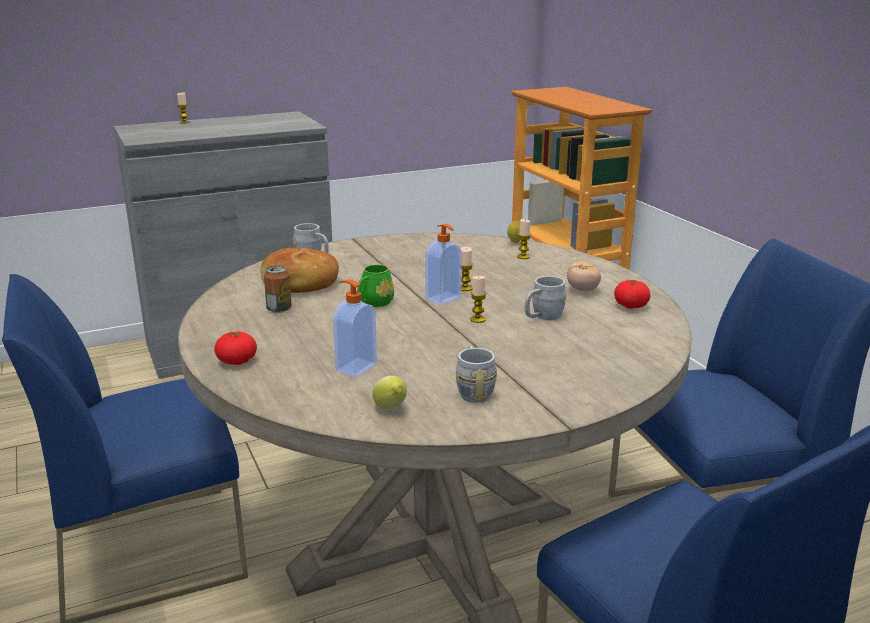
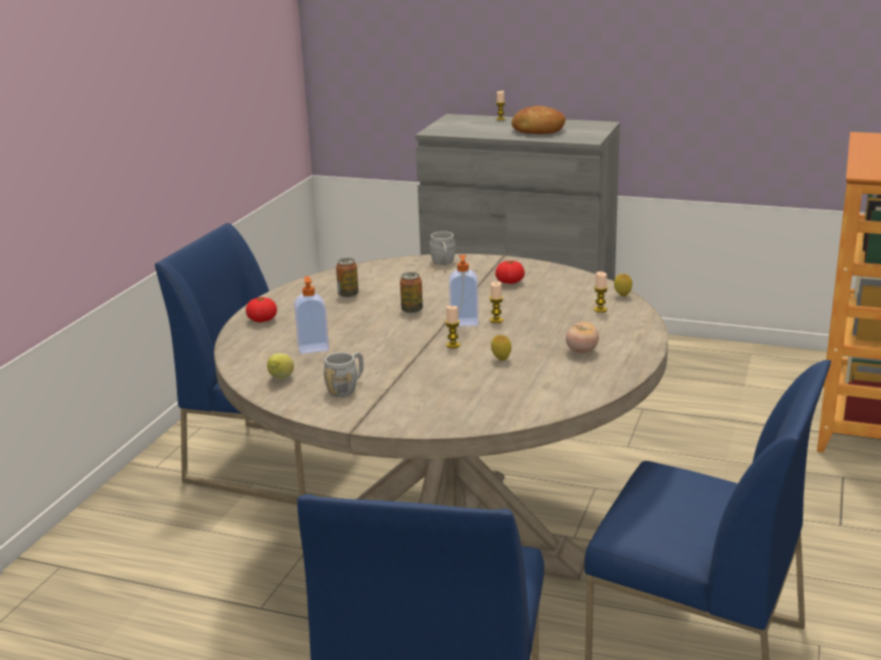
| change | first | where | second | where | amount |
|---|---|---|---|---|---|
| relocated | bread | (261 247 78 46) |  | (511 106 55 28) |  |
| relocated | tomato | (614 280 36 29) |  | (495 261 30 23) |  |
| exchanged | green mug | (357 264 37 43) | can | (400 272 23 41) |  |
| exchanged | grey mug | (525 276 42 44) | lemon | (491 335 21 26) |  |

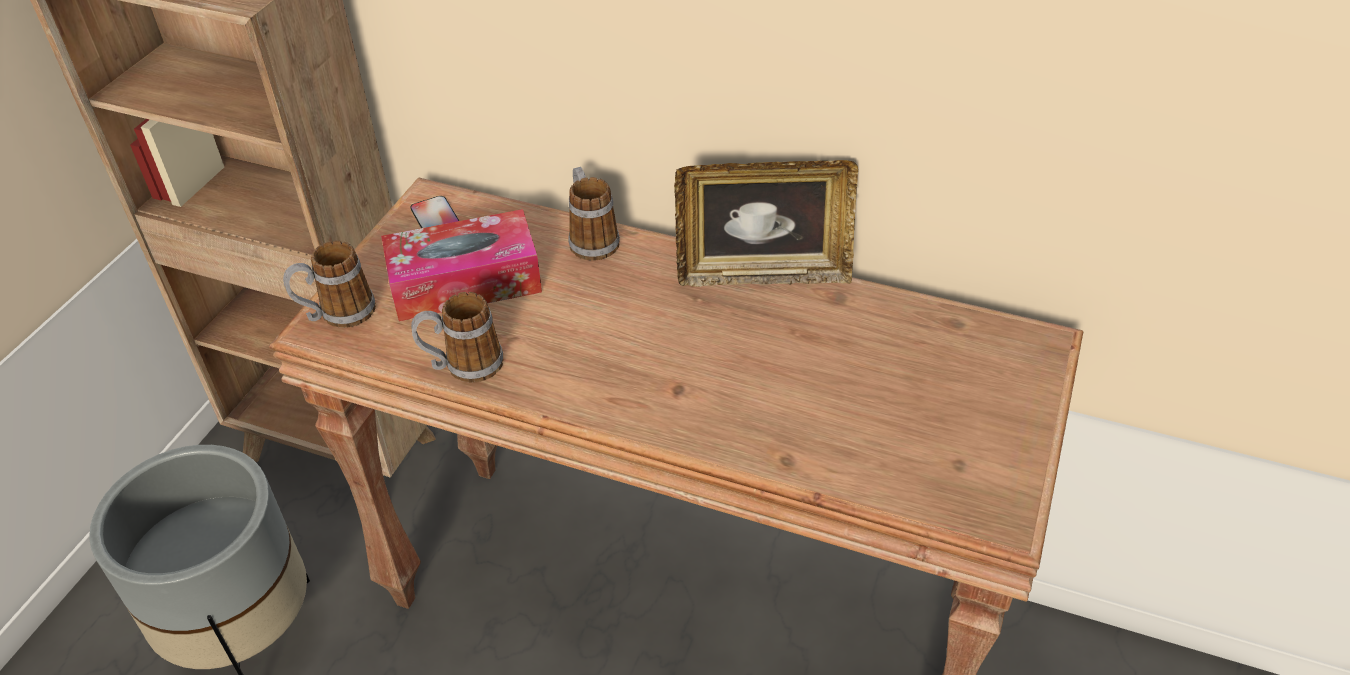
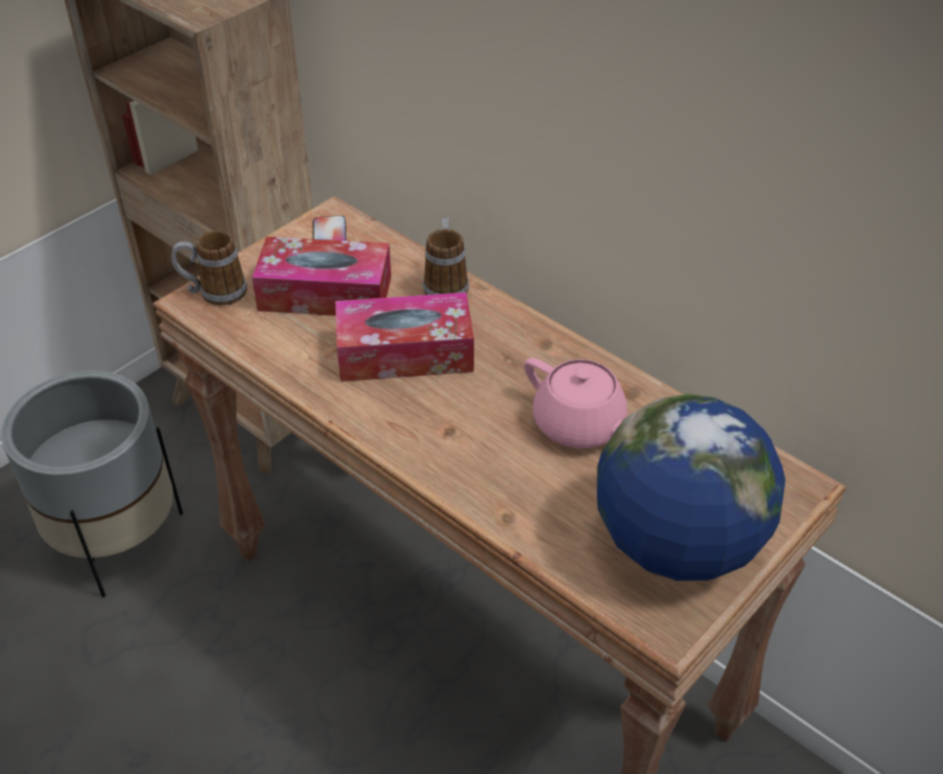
| change | first | where | second | where | amount |
|---|---|---|---|---|---|
| missing | mug | (411 292 92 90) |  |  |  |
| missing | picture frame | (674 160 184 127) |  |  |  |
| appeared |  |  | tissue box | (335 292 139 90) |  |
| appeared |  |  | pink teapot | (524 358 103 90) |  |
| appeared |  |  | globe | (597 394 188 187) |  |

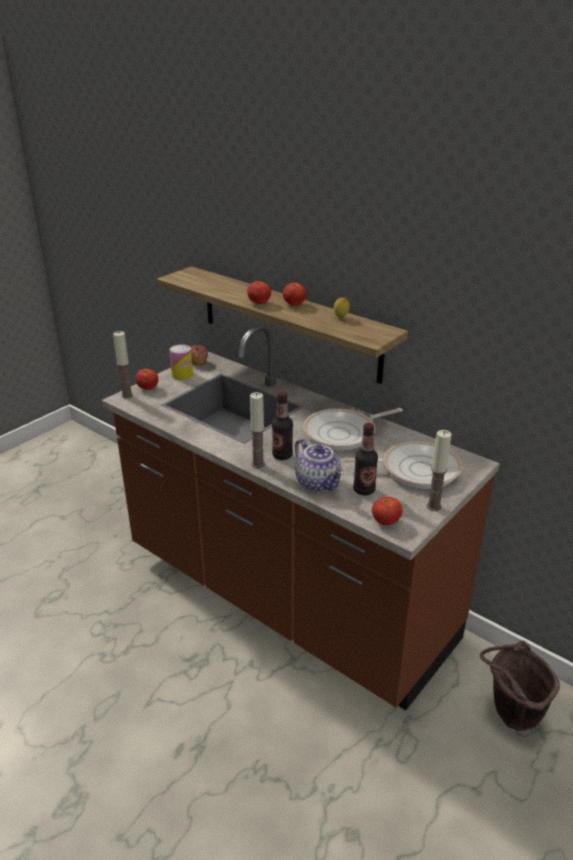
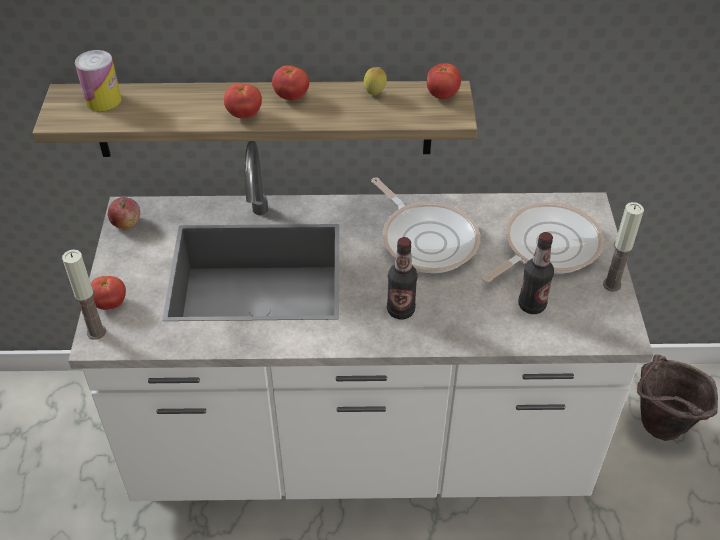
| change | first | where | second | where | amount |
|---|---|---|---|---|---|
| missing | candle | (250 392 15 76) |  |  |  |
| missing | teapot | (295 439 49 53) |  |  |  |
| relocated | can | (169 344 24 36) |  | (75 50 46 62) |  |
| relocated | tomato | (372 497 31 28) |  | (427 63 34 36) |  |
| colour | brown counter | (102 325 398 385) | white counter | (68 141 585 360) |  |
| spun | frying pan | (303 408 100 43) |  | (371 177 109 96) | 60 degrees counterclockwise |

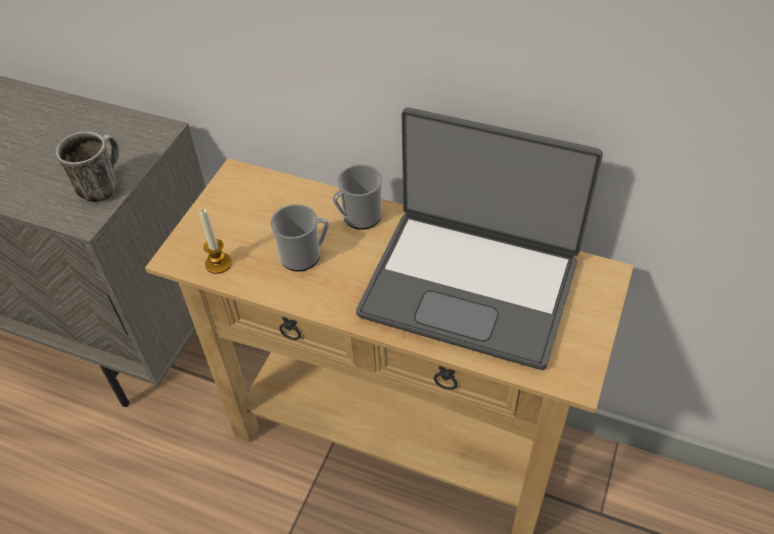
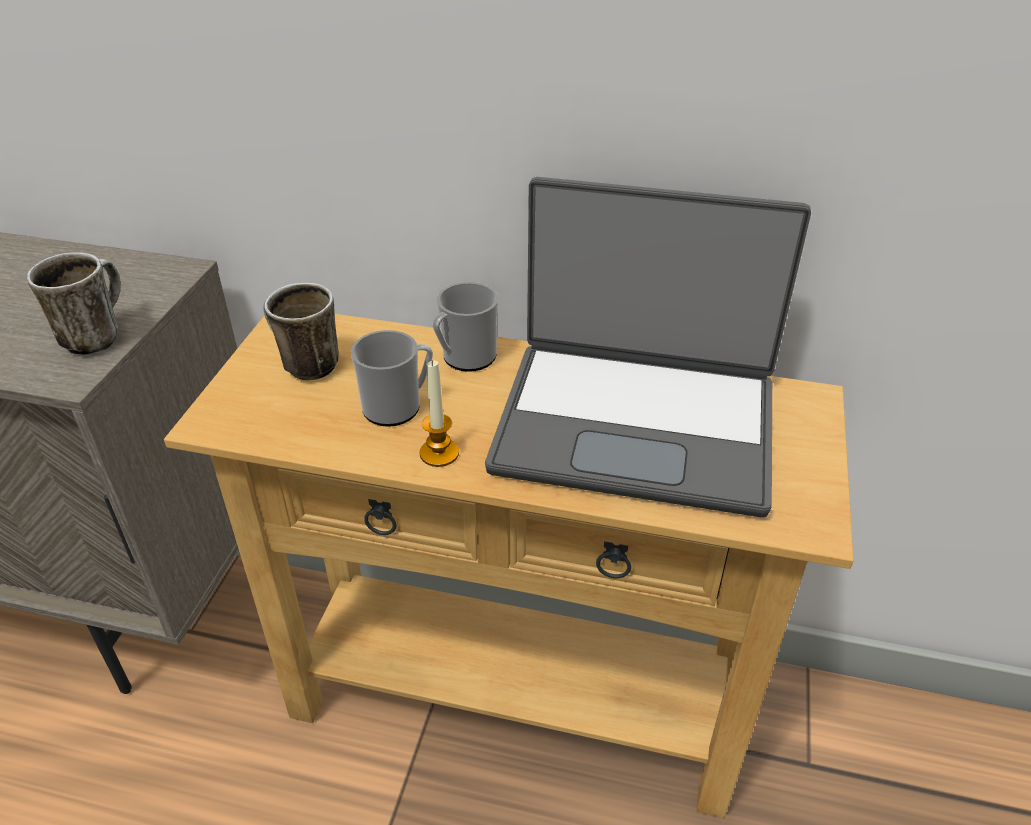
| change | first | where | second | where | amount |
|---|---|---|---|---|---|
| appeared |  |  | mug | (263 282 76 98) |  |
| relocated | candle | (199 209 33 65) |  | (420 360 39 107) |  |

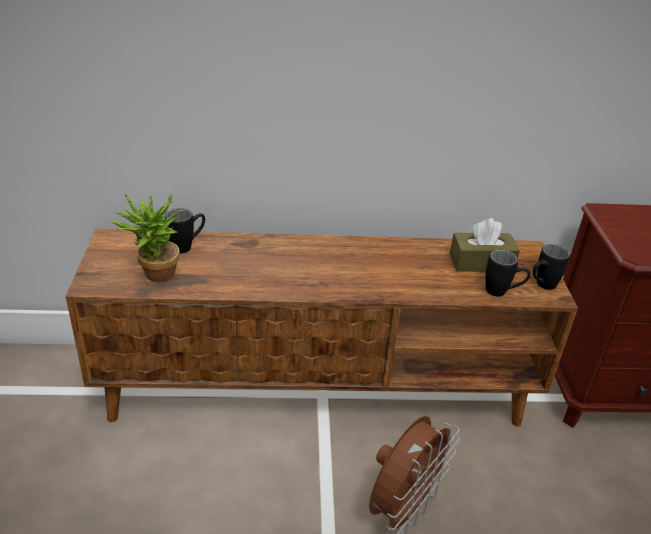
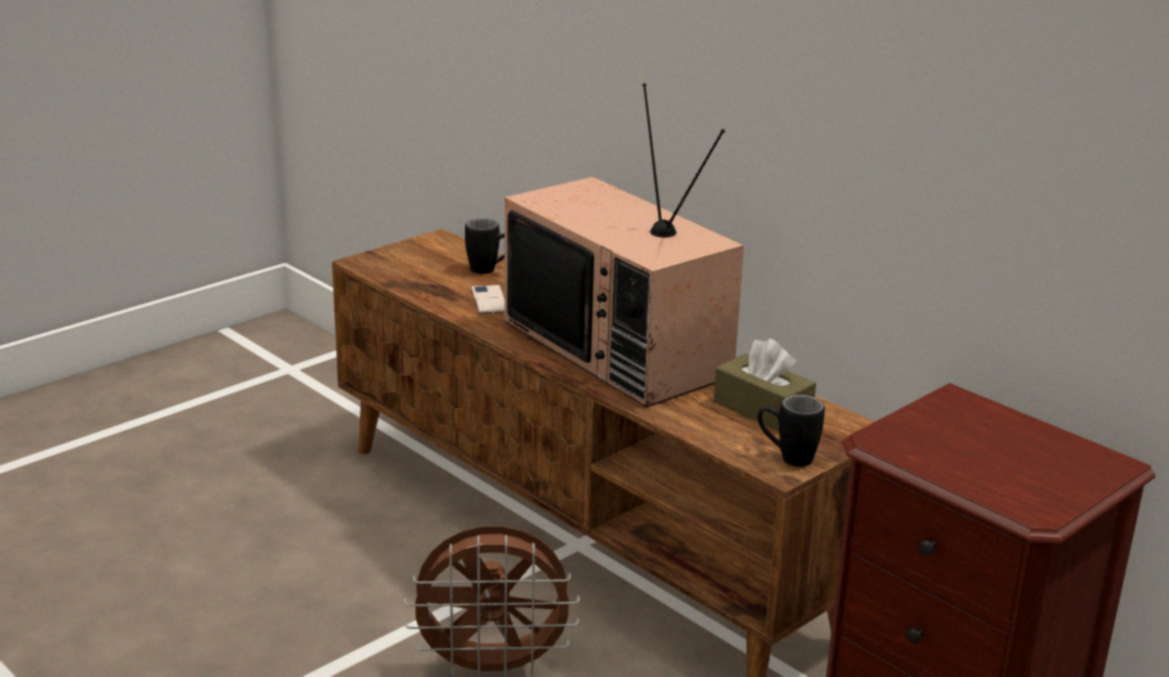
| change | first | where | second | where | amount |
|---|---|---|---|---|---|
| missing | potted plant | (111 193 72 89) |  |  |  |
| missing | black mug | (486 250 45 47) |  |  |  |
| appeared |  |  | phone | (471 285 33 29) |  |
| appeared |  |  | television | (504 83 240 325) |  |

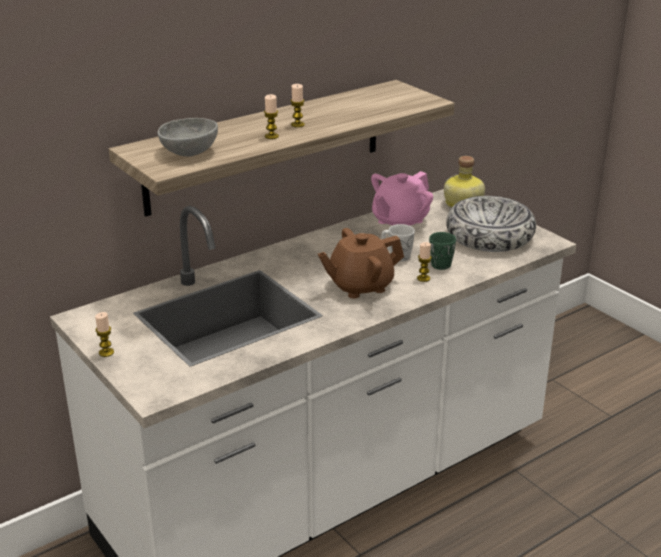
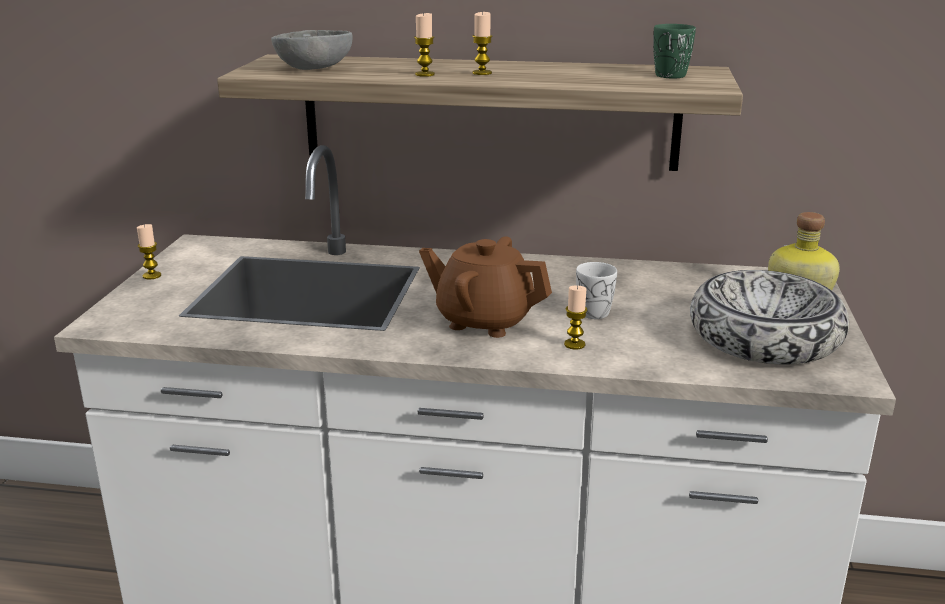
| change | first | where | second | where | amount |
|---|---|---|---|---|---|
| missing | pink teapot | (371 171 62 55) |  |  |  |
| relocated | green mug | (429 232 27 38) |  | (653 24 43 54) |  |

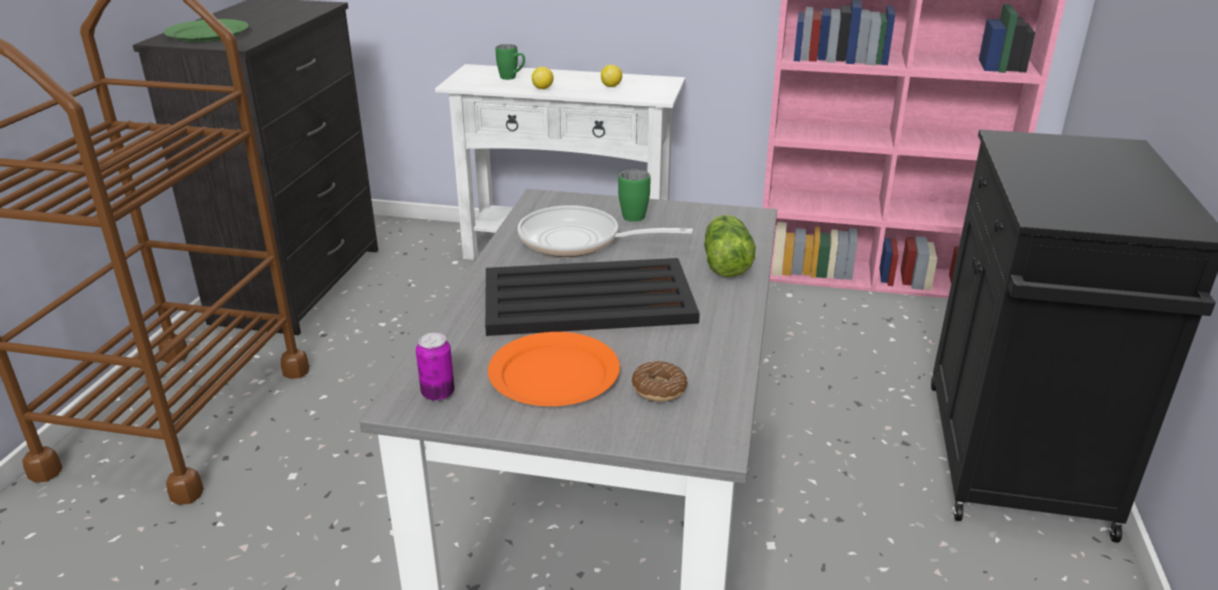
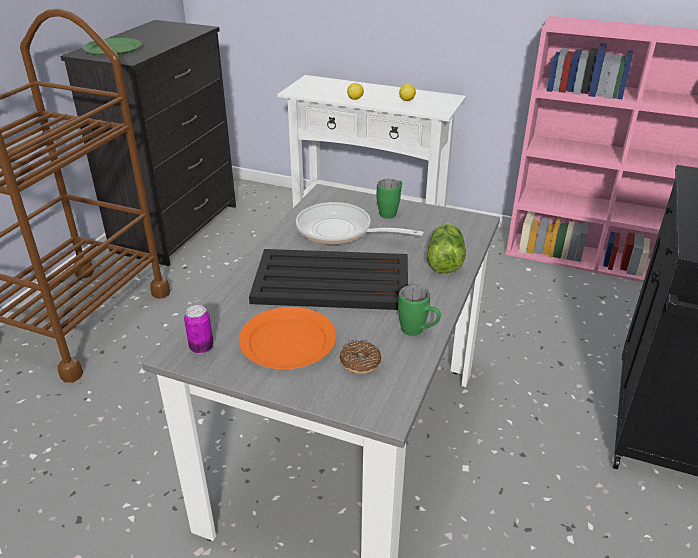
| change | first | where | second | where | amount |
|---|---|---|---|---|---|
| relocated | green mug | (496 44 29 36) |  | (398 285 43 51) |  |

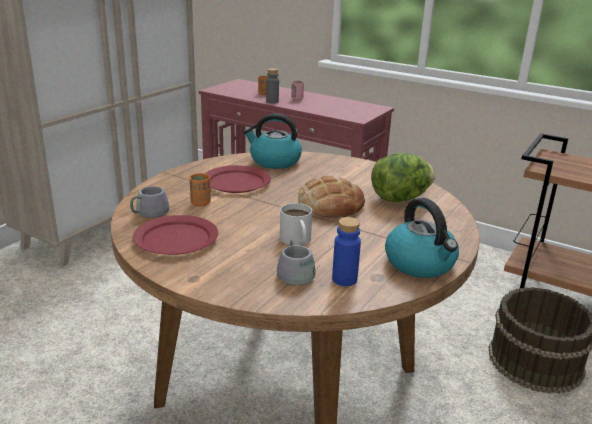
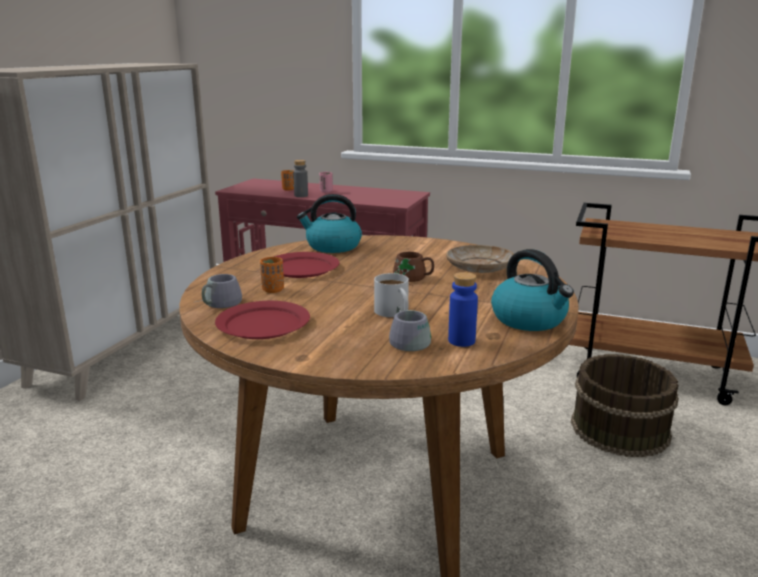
| change | first | where | second | where | amount |
|---|---|---|---|---|---|
| exchanged | bread | (298 176 67 42) | brown mug | (393 252 41 34) |  |
| exchanged | lettuce | (371 153 64 49) | beige plate | (446 245 68 28) |  |

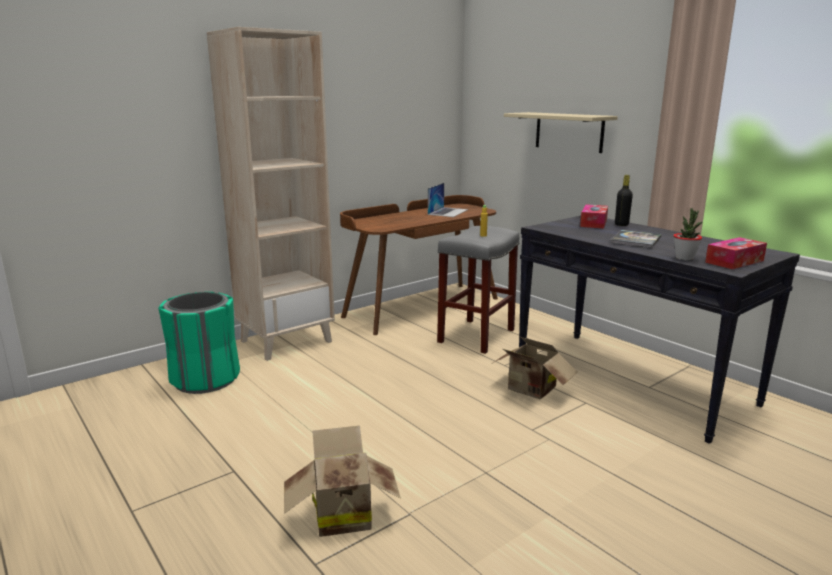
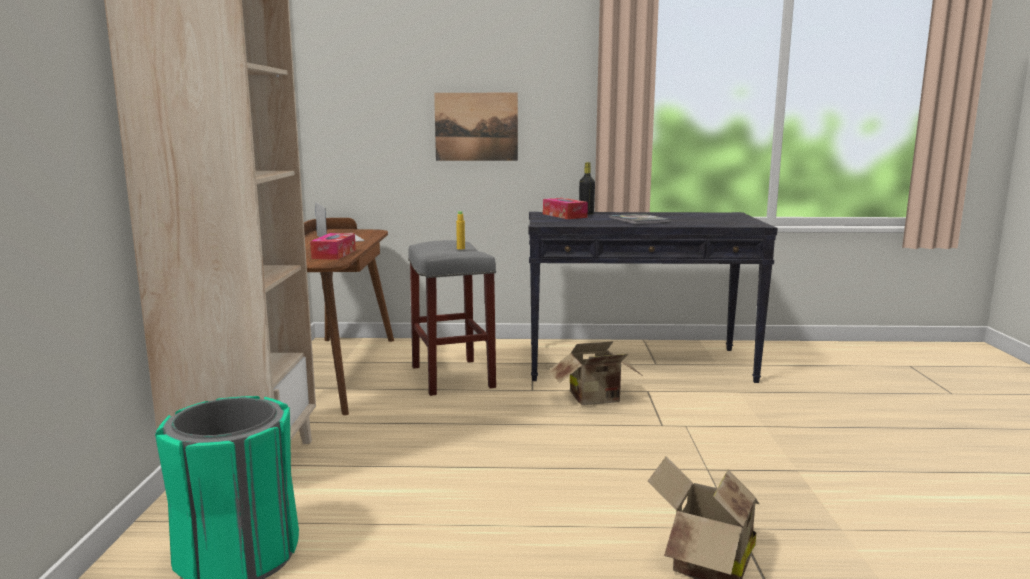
| change | first | where | second | where | amount |
|---|---|---|---|---|---|
| missing | potted plant | (673 208 30 53) |  |  |  |
| relocated | tissue box | (705 237 62 32) |  | (310 233 46 27) |  |
| exchanged | beige shelf | (504 112 114 41) | picture | (434 93 84 68) |  |

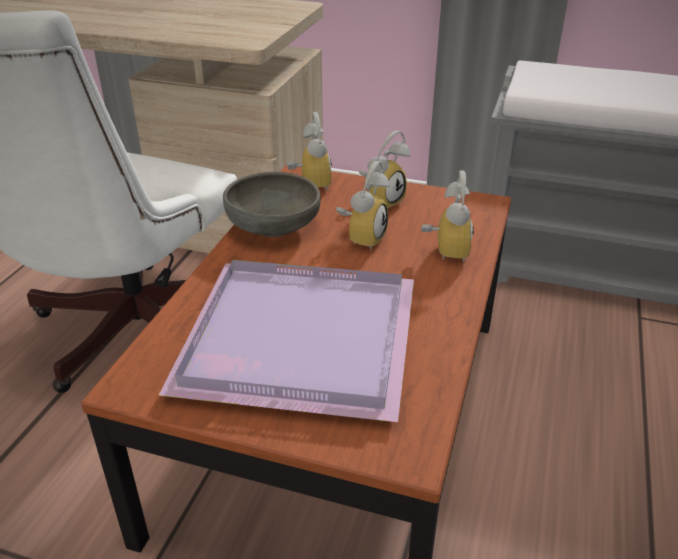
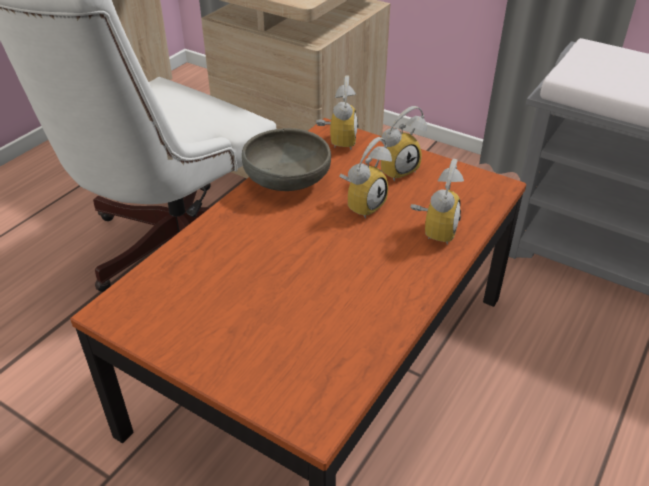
| change | first | where | second | where | amount |
|---|---|---|---|---|---|
| missing | purple tray | (158 260 256 162) |  |  |  |

